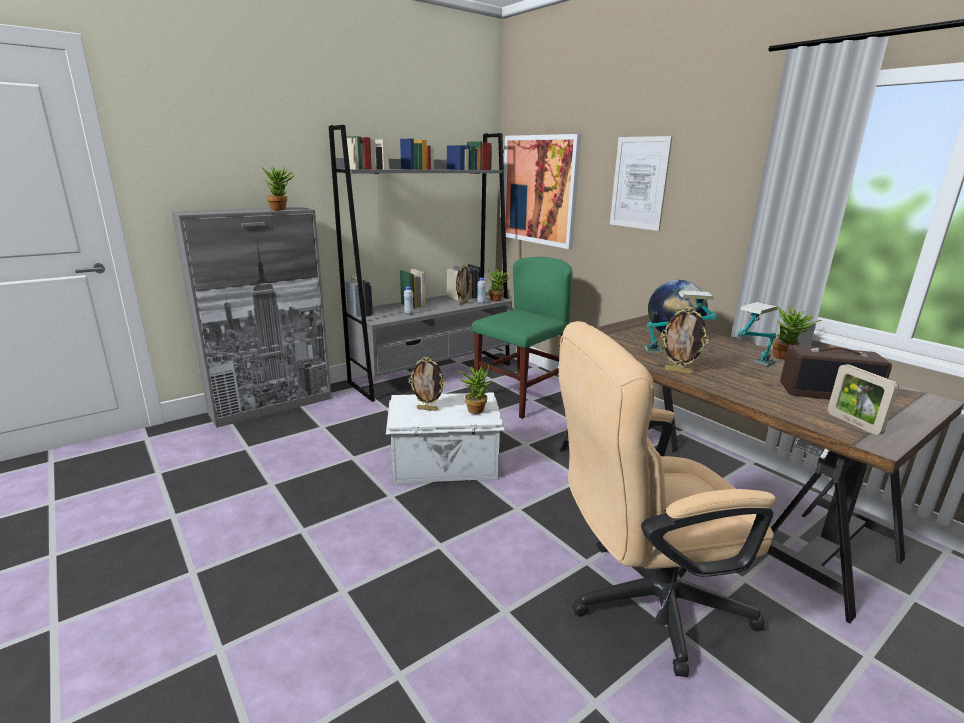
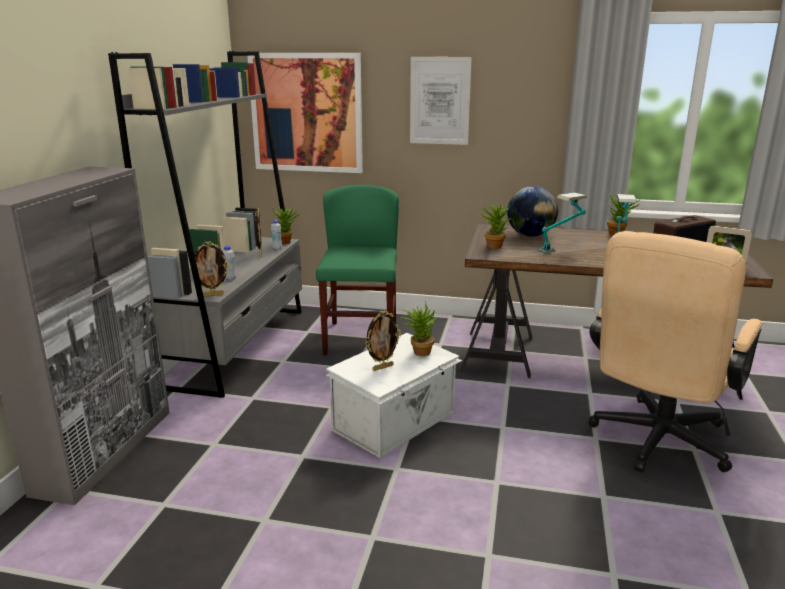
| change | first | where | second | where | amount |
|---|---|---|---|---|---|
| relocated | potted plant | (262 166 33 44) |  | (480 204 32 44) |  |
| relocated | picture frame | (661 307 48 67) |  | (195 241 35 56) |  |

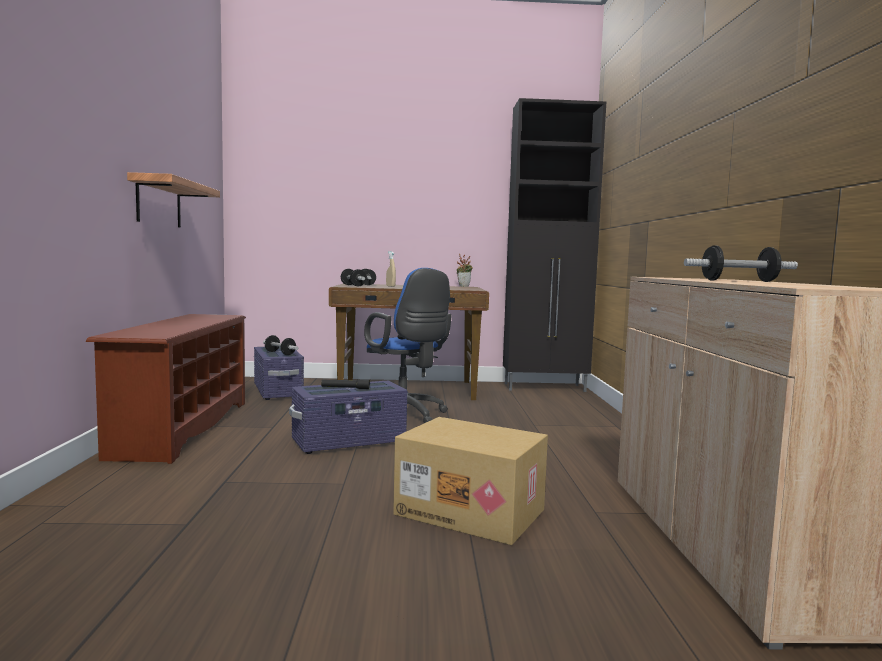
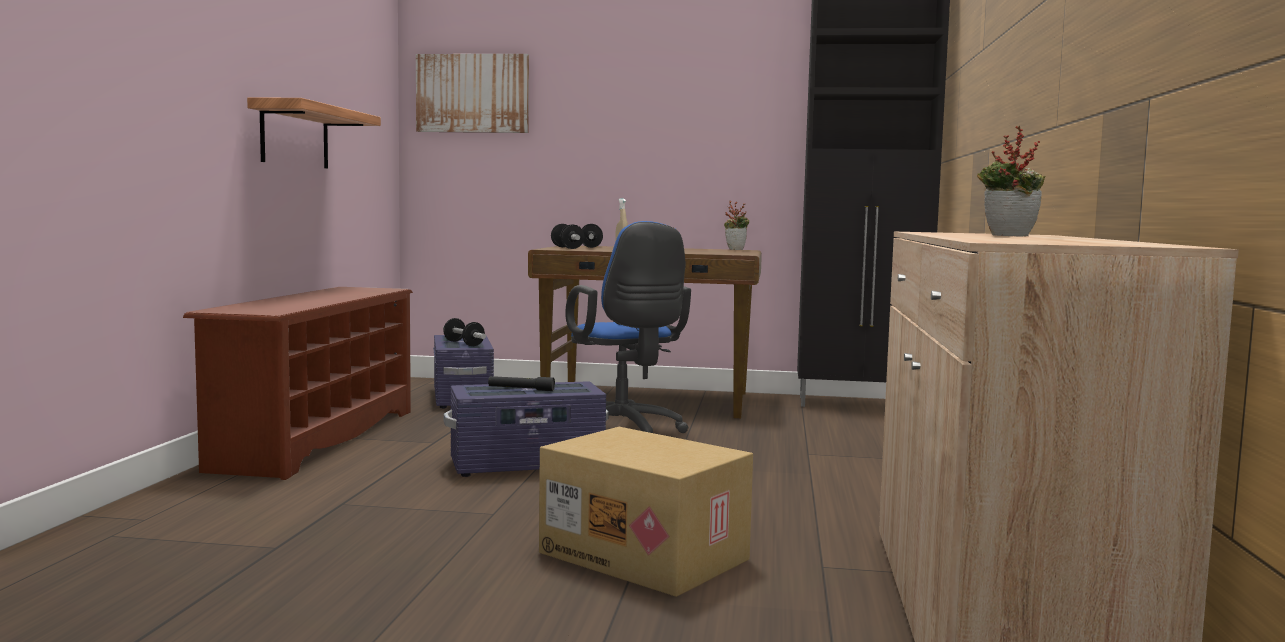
| change | first | where | second | where | amount |
|---|---|---|---|---|---|
| appeared |  |  | picture | (416 54 113 79) |  |
| exchanged | dumbbell | (684 245 114 37) | potted plant | (977 126 68 110) |  |

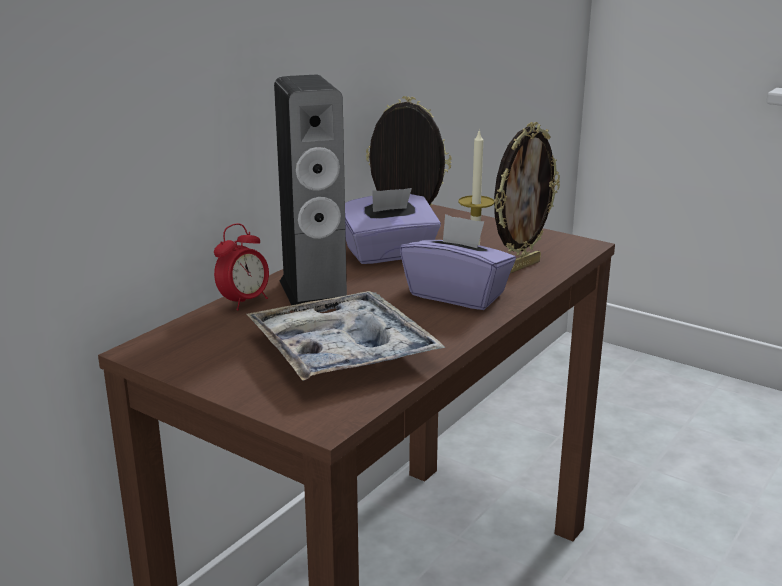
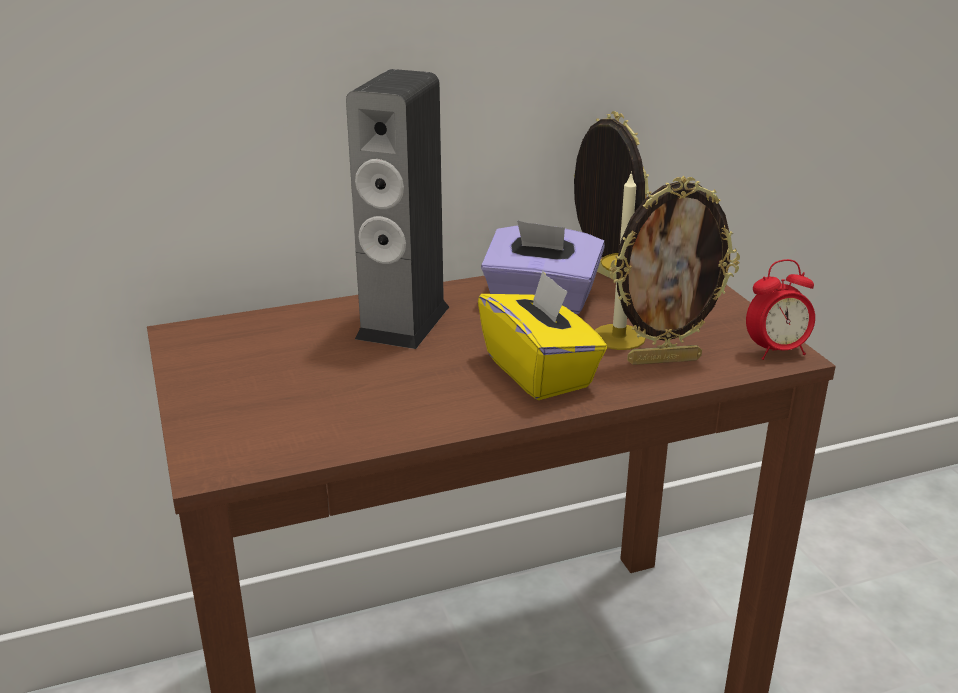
| change | first | where | second | where | amount |
|---|---|---|---|---|---|
| missing | tray | (246 291 199 90) |  |  |  |
| relocated | alarm clock | (214 223 55 87) |  | (746 259 69 101) |  |
| colour | purple tissue box | (400 214 116 96) | yellow tissue box | (478 271 129 129) |  |

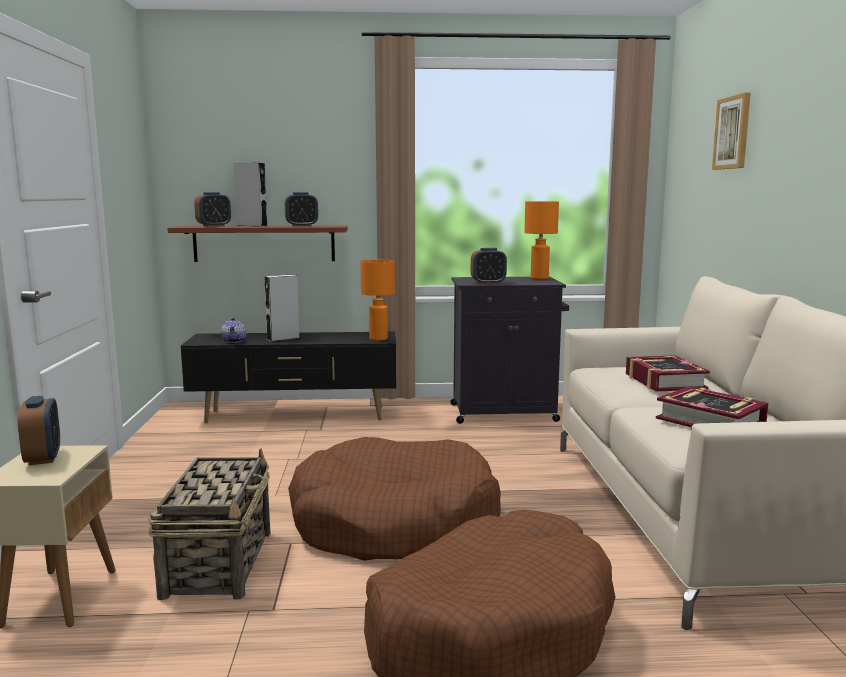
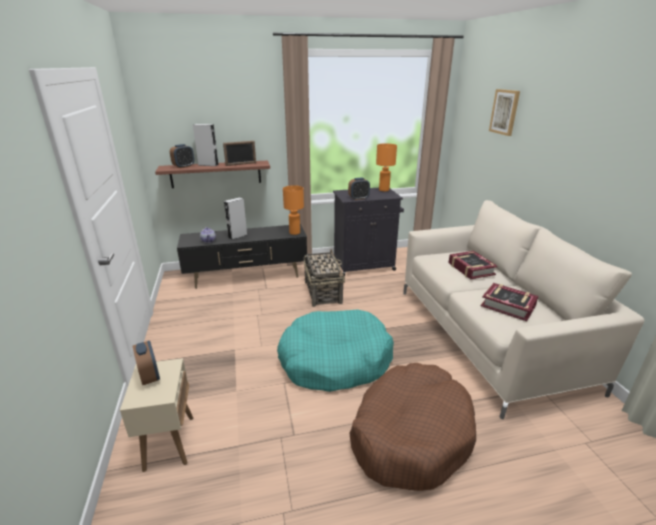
| change | first | where | second | where | amount |
|---|---|---|---|---|---|
| relocated | basket | (148 448 122 152) |  | (304 249 41 58) |  |
| exchanged | alarm clock | (285 192 33 35) | picture frame | (223 141 33 25) |  |
| colour | brown dog bed | (288 437 213 124) | turquoise dog bed | (277 309 117 83) |  |

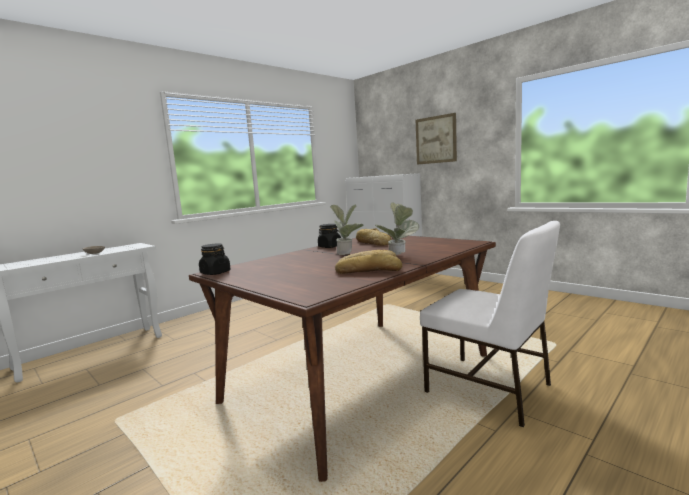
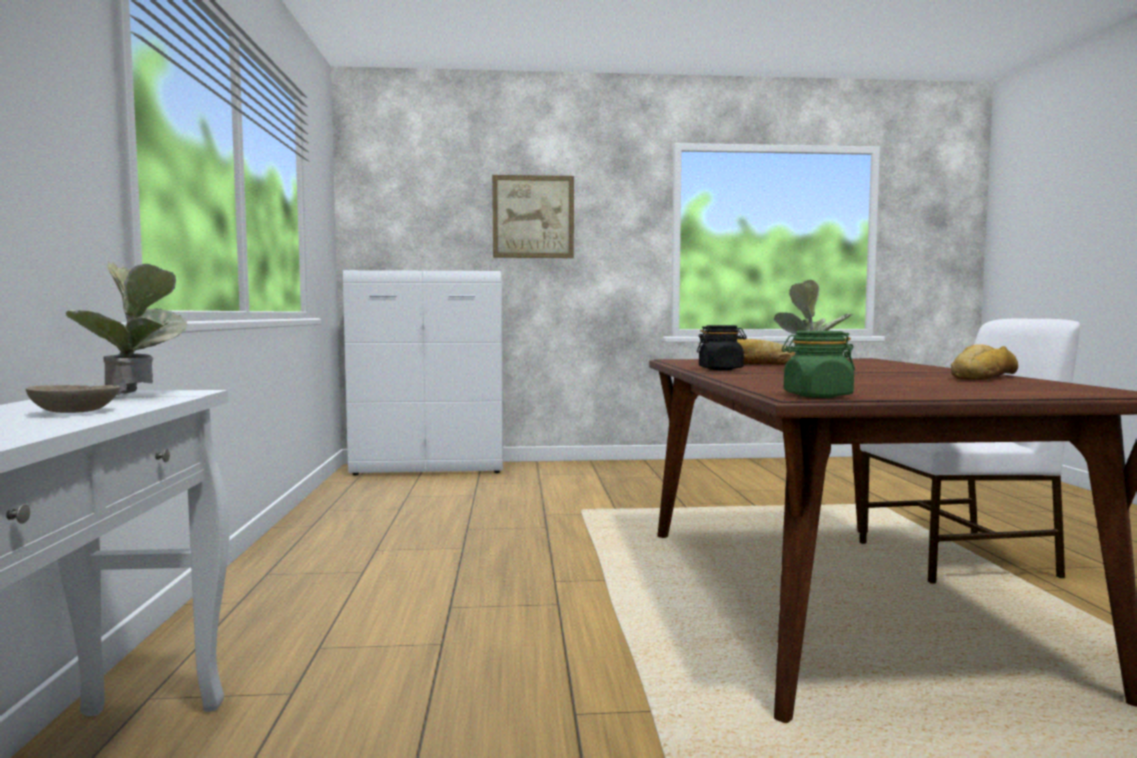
| change | first | where | second | where | amount |
|---|---|---|---|---|---|
| relocated | potted plant | (375 202 44 53) |  | (66 262 121 133) |  |
| colour | black jar | (199 243 32 32) | green jar | (782 331 73 67) |  |

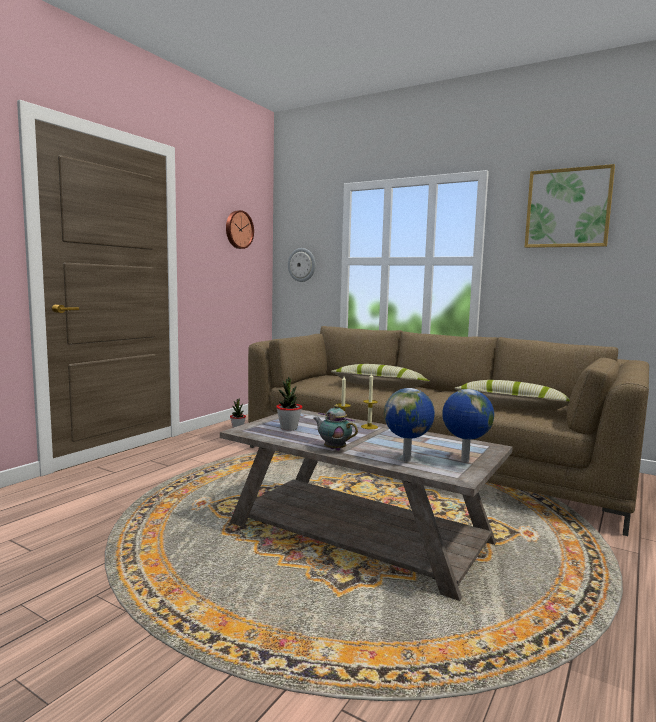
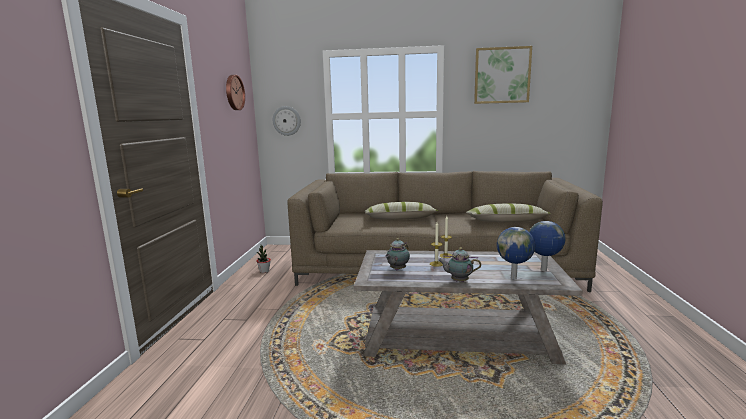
| change | first | where | second | where | amount |
|---|---|---|---|---|---|
| exchanged | potted plant | (276 376 26 55) | teapot | (385 238 25 32) |  |

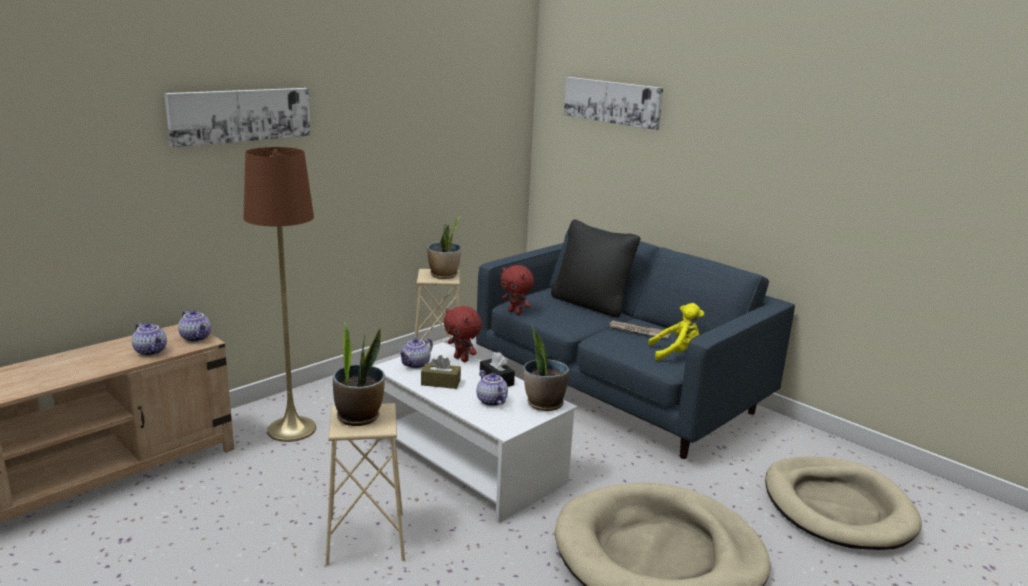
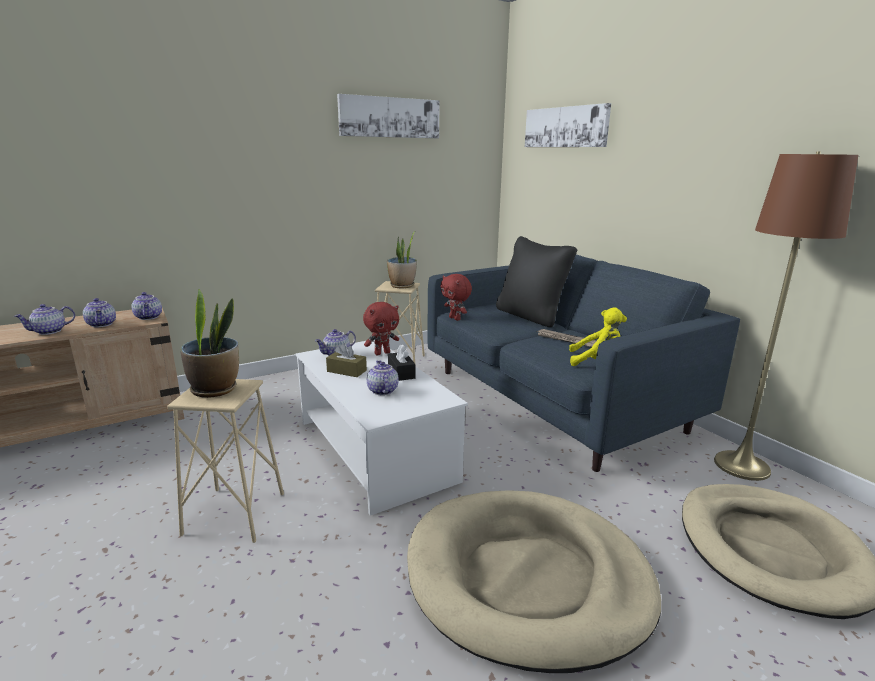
| change | first | where | second | where | amount |
|---|---|---|---|---|---|
| missing | potted plant | (524 326 45 85) |  |  |  |
| appeared |  |  | teapot | (14 304 61 31) |  |
| relocated | picture | (164 88 147 60) |  | (337 94 103 44) |  |
| relocated | brown floor lamp | (243 147 73 295) |  | (714 151 144 330) |  |
| spun | red plush toy | (443 306 39 56) |  | (363 302 36 53) | 90 degrees counterclockwise |

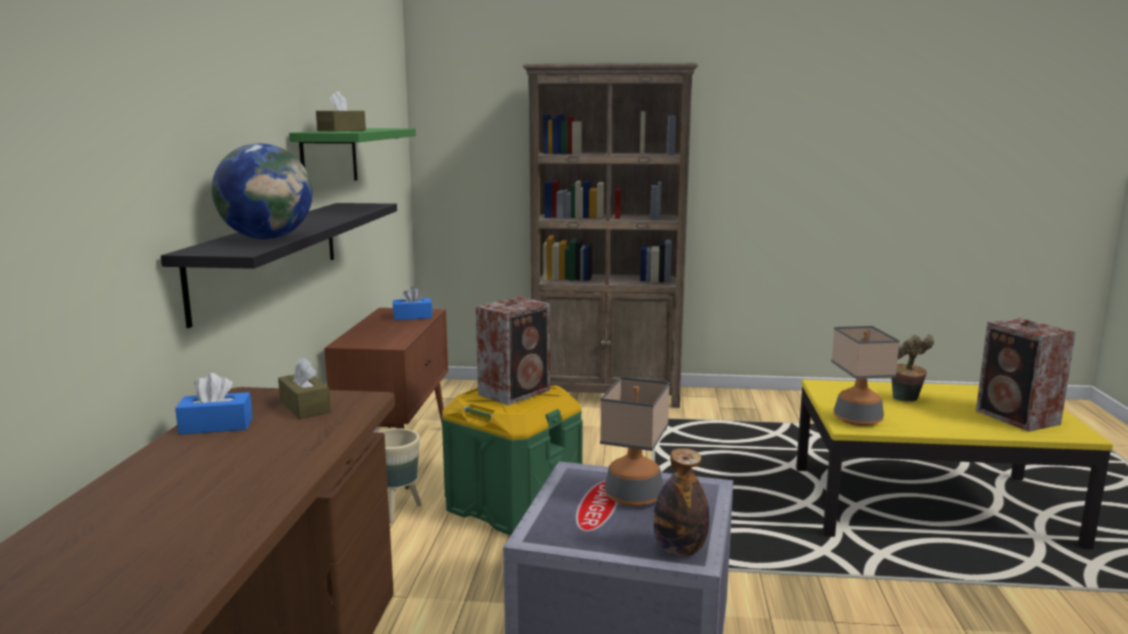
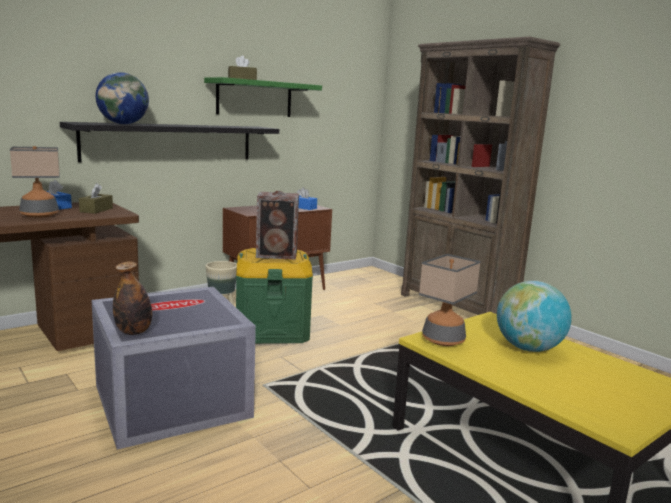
| change | first | where | second | where | amount |
|---|---|---|---|---|---|
| missing | speaker | (976 318 100 114) |  |  |  |
| relocated | table lamp | (600 377 70 129) |  | (10 146 50 72) |  |
| exchanged | potted plant | (891 334 43 67) | globe | (497 281 75 71) |  |

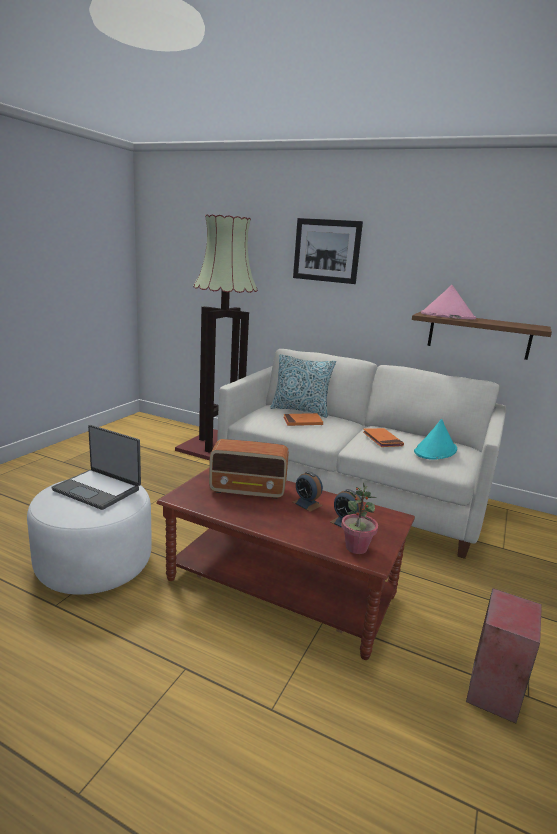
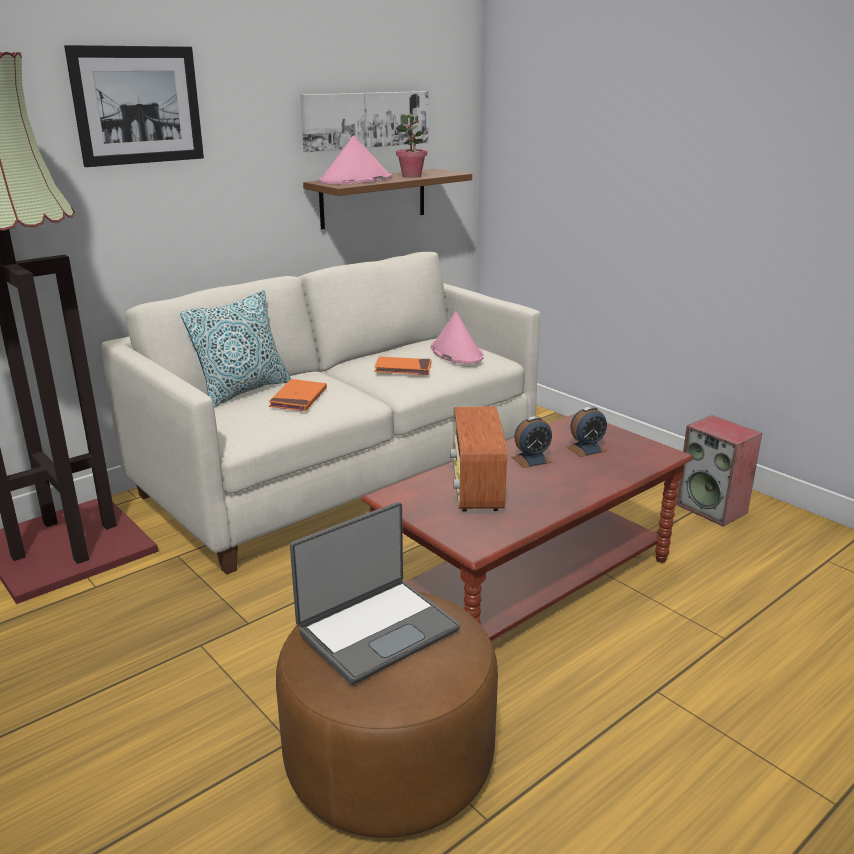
| change | first | where | second | where | amount |
|---|---|---|---|---|---|
| appeared |  |  | picture | (300 91 128 61) |  |
| relocated | potted plant | (341 482 37 72) |  | (396 114 31 64) |  |
| colour | white ottoman | (27 480 125 115) | brown ottoman | (276 592 222 246) |  |
| colour | turquoise hat | (414 419 43 41) | pink hat | (431 311 53 53) |  |
| spun | radio | (209 439 80 60) |  | (450 406 57 106) | 150 degrees clockwise |

